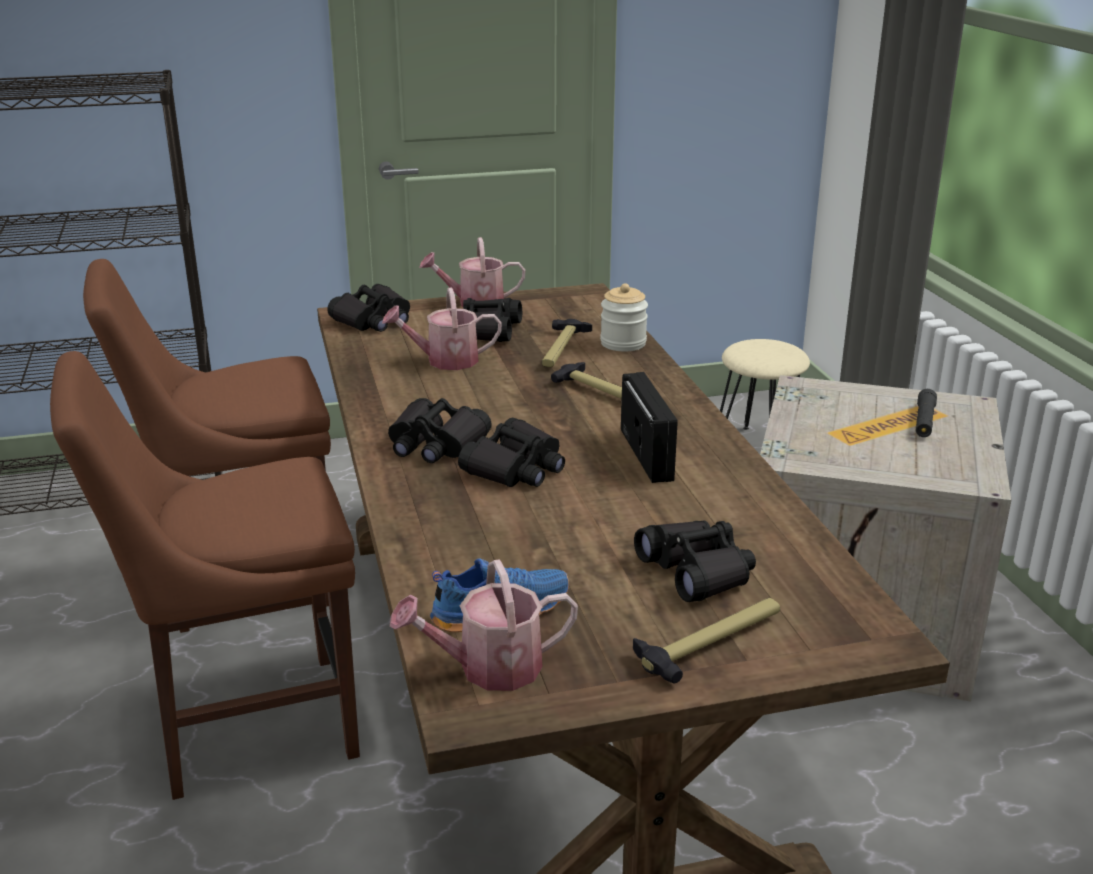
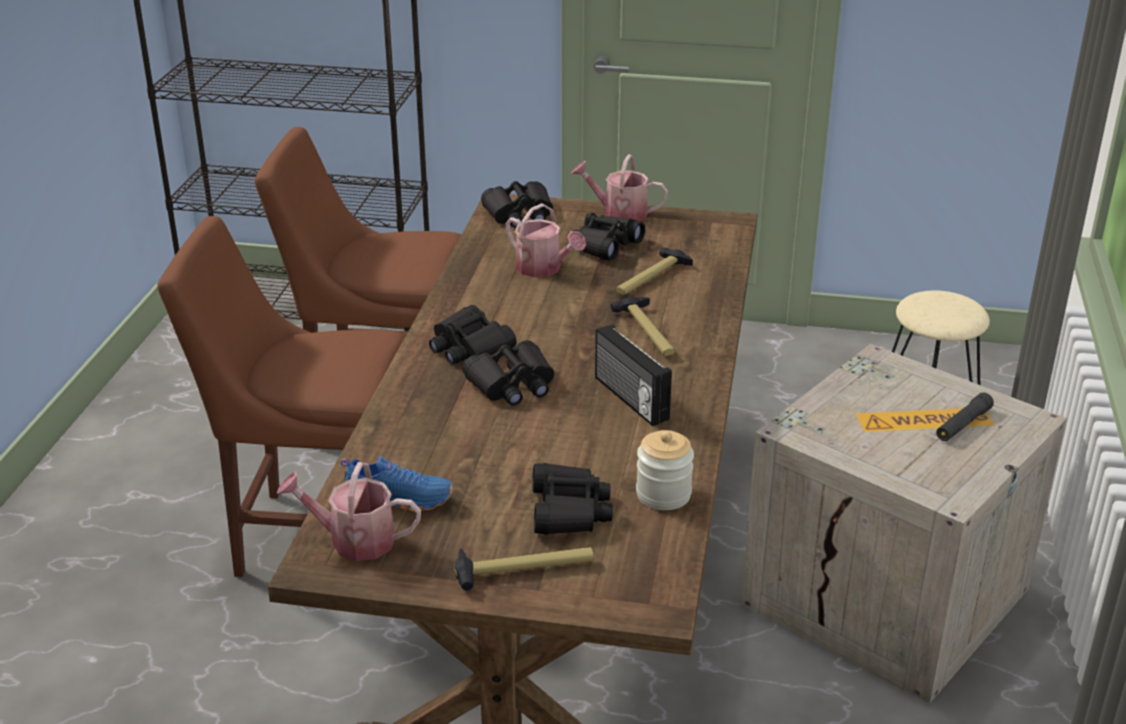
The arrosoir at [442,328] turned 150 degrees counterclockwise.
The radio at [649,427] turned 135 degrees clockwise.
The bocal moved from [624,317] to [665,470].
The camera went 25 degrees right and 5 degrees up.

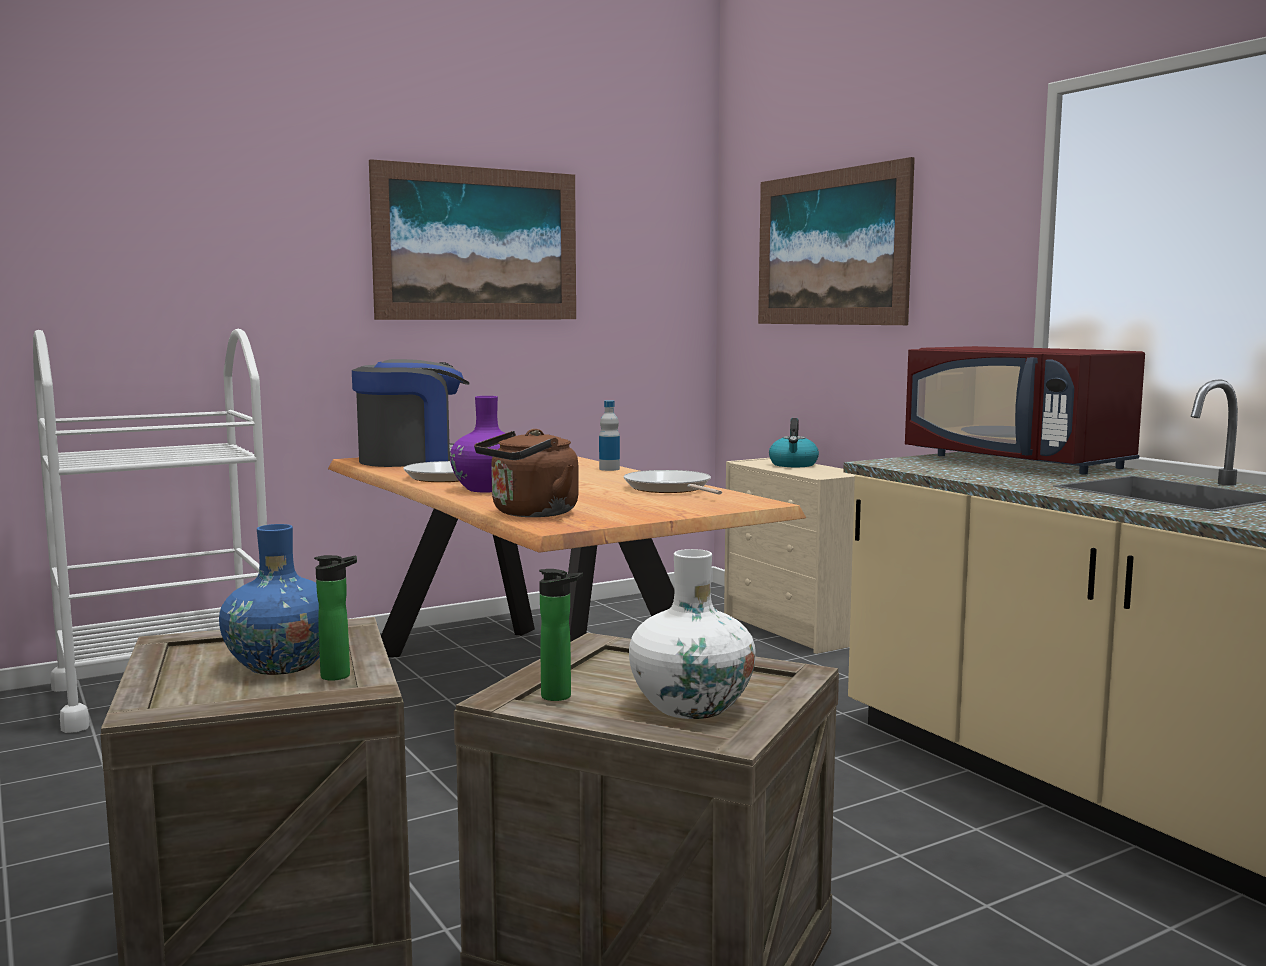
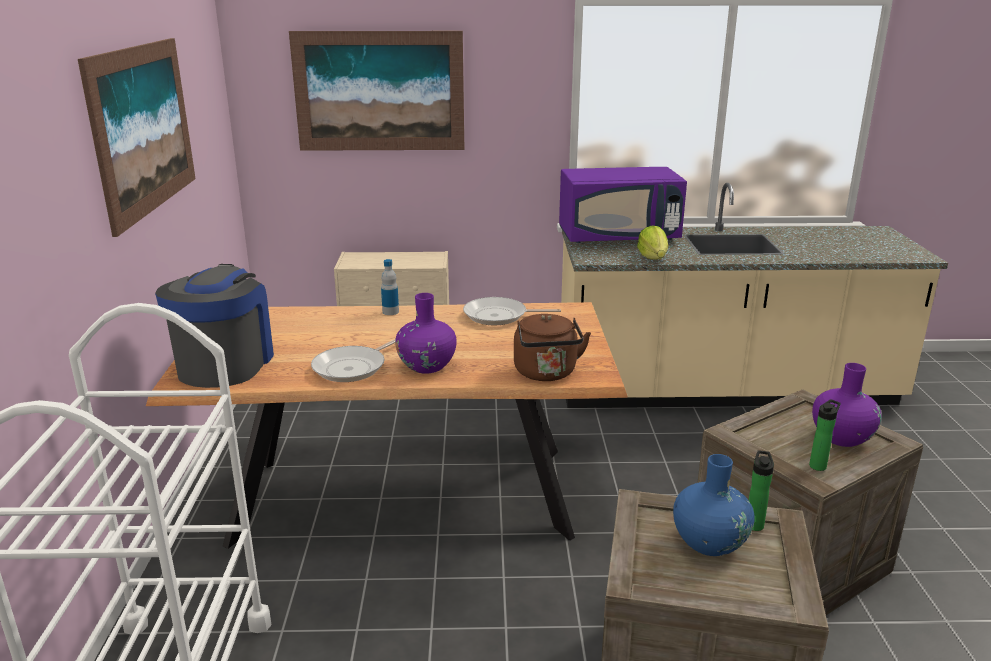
The micro-ondes (rouge) at [1025,410] became the micro-ondes (violet) at [623,205].
The laitue at [652,242] appeared.
The vase (blanc) at [692,634] became the vase (violet) at [847,405].
The bouilloire at [794,442] disappeared.
The camera went 60 degrees left and 15 degrees up.

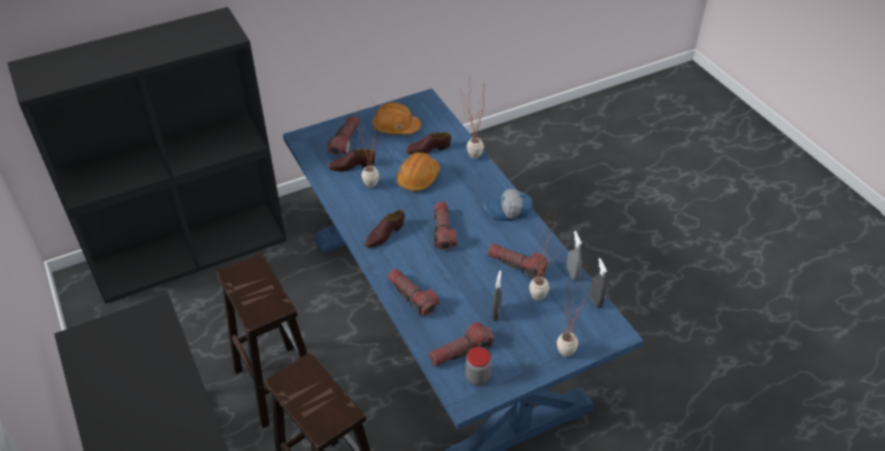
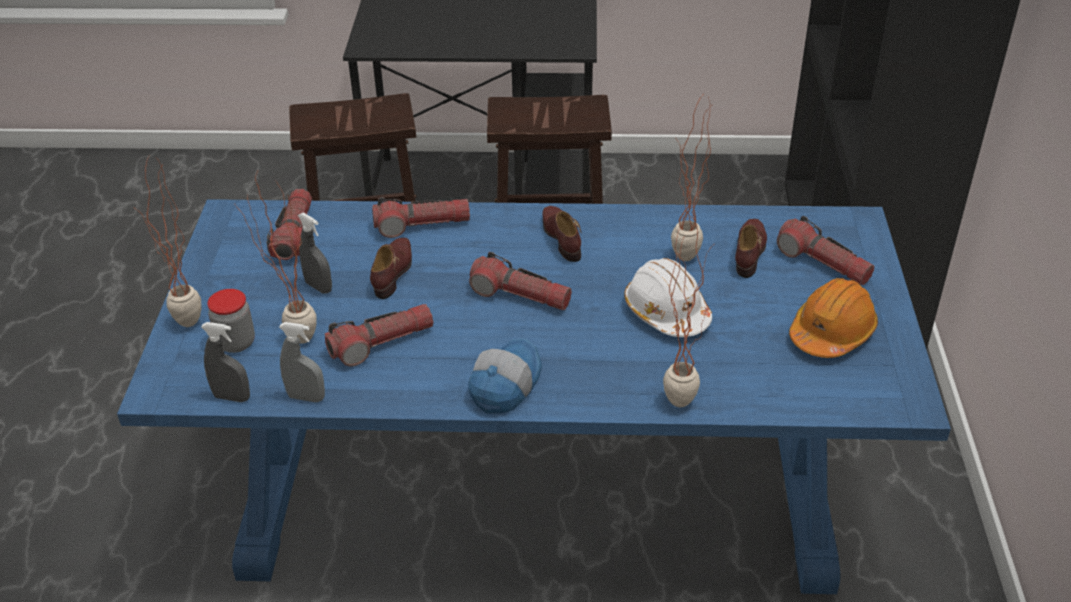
The bocal moved from [478,366] to [231,321].
The chaussure (marron) moved from [428,143] to [391,268].
The casque de chantier (orange) at [418,172] became the casque de chantier (blanc) at [668,297].
The camera went 120 degrees right and 5 degrees down.

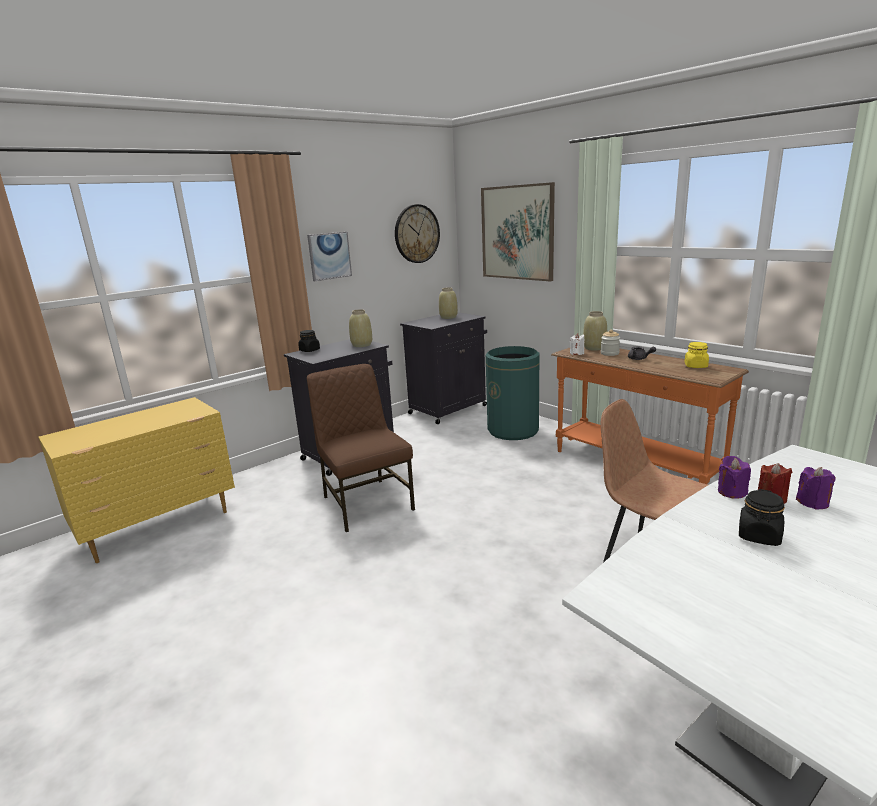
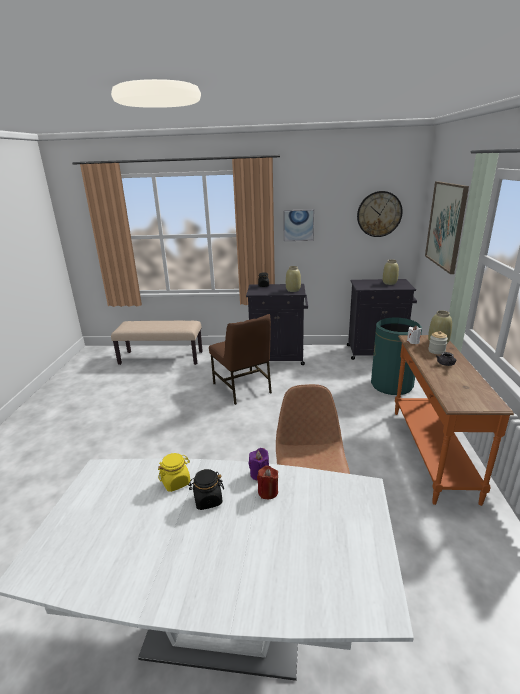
The commode (jaune) at [136,480] was replaced by the banc (beige) at [157,343].
The bocal (jaune) moved from [696,355] to [174,472].
The chaise (marron) at [361,448] turned 135 degrees clockwise.
The bougie (violet) at [816,488] disappeared.
The camera went 45 degrees right and 5 degrees up.

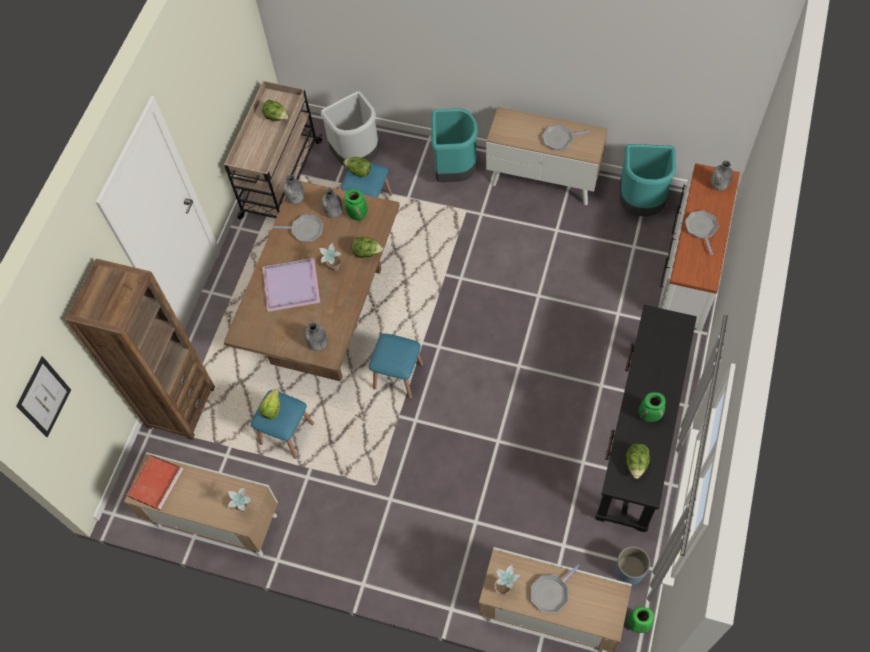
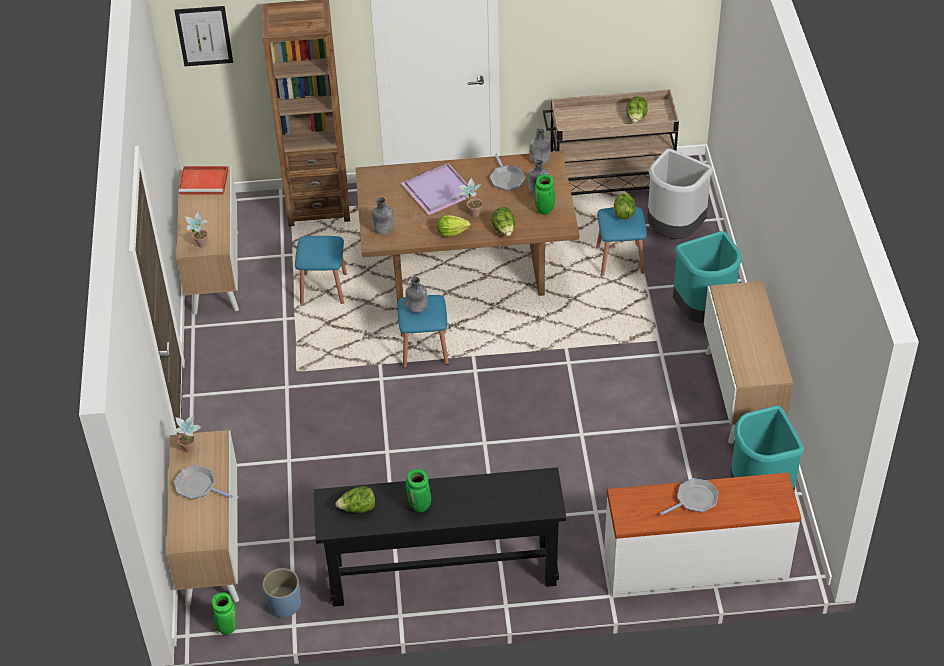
The bouteille (gris) moved from [722,176] to [416,295].
The laitue moved from [269,404] to [454,226].
The poêle at [566,137] disappeared.
The camera went 65 degrees right and 15 degrees down.

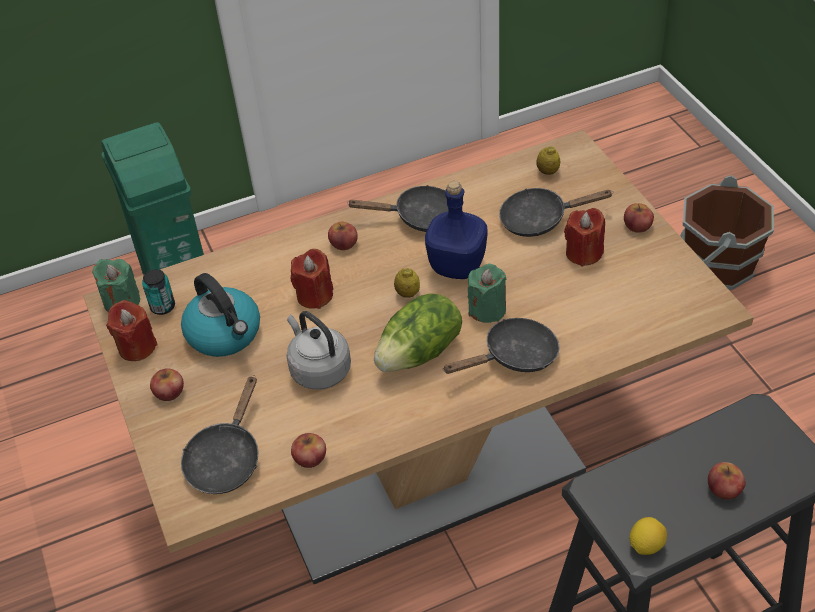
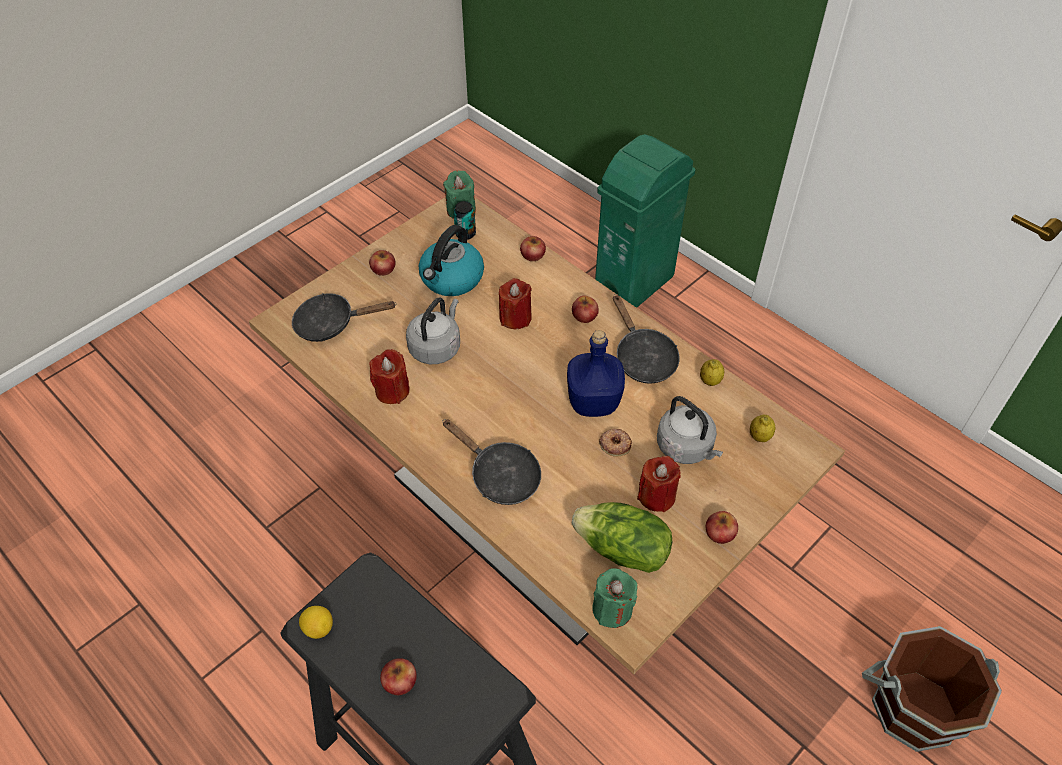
The bougie (rouge) moved from [132,330] to [389,376].
The pomme moved from [308,450] to [533,248].
The laitue moved from [418,332] to [622,537].
The bougie (vert) moved from [487,293] to [615,598].
The beignet at [615,443] appeared.
The poêle (noir) at [556,212] was replaced by the bouilloire (gris) at [690,430].
The citron moved from [407,283] to [712,372].
The camera went 65 degrees right and 5 degrees up.

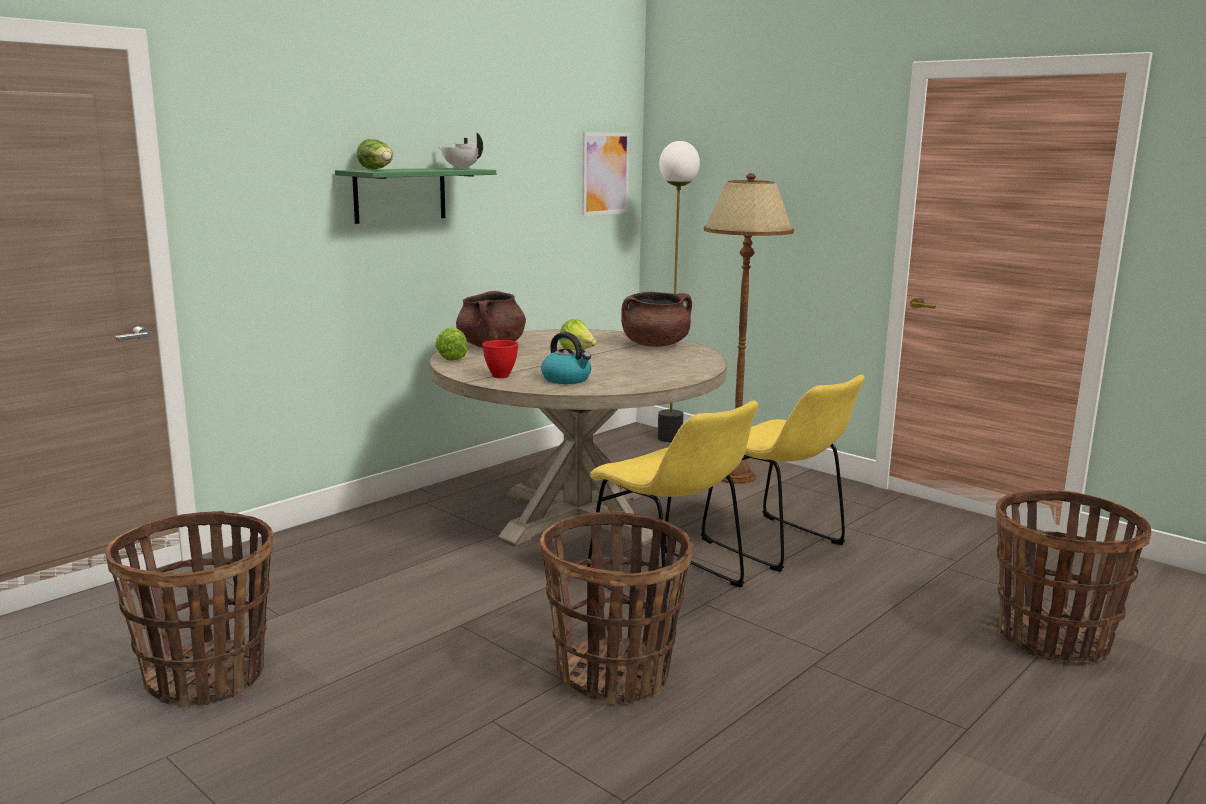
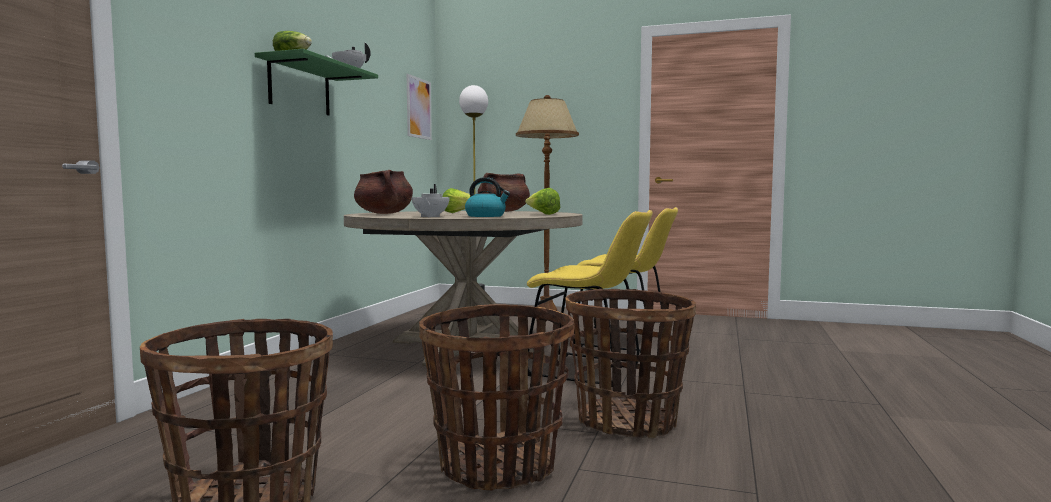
The bol (rouge) at [500,359] was replaced by the théière (blanc) at [431,200].
The panier moved from [1073,576] to [497,397].
The laitue moved from [451,344] to [542,201].
The camera went 25 degrees left and 10 degrees down.

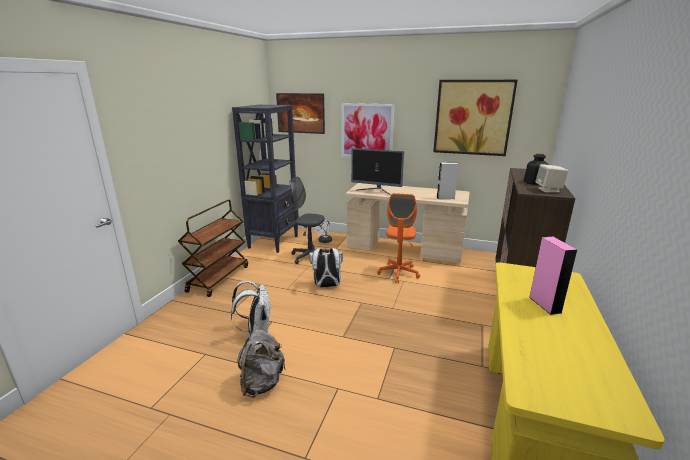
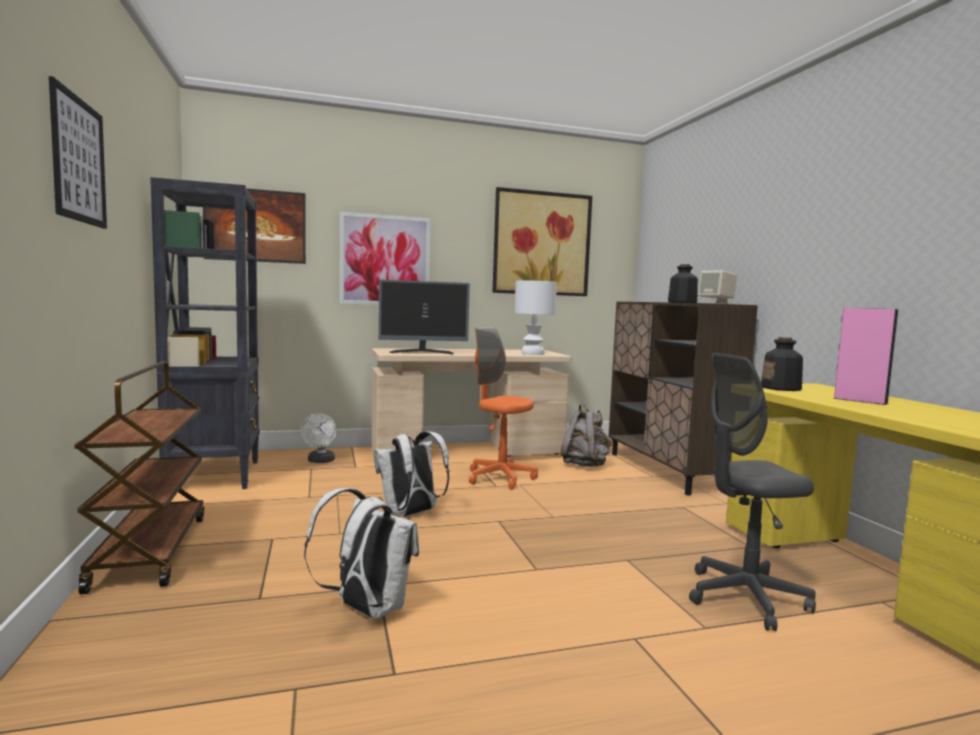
The tableau at [78,152] appeared.
The chaise de bureau (orange) at [398,238] turned 150 degrees clockwise.
The enceinte (gris) at [448,181] was replaced by the lampe de table (blanc) at [535,317].
The sac à dos (gris) moved from [261,363] to [586,435].
The chaise de bureau (gris) moved from [309,220] to [752,492].
The bouteille at [782,364] appeared.
The camera went 35 degrees left and 15 degrees down.

